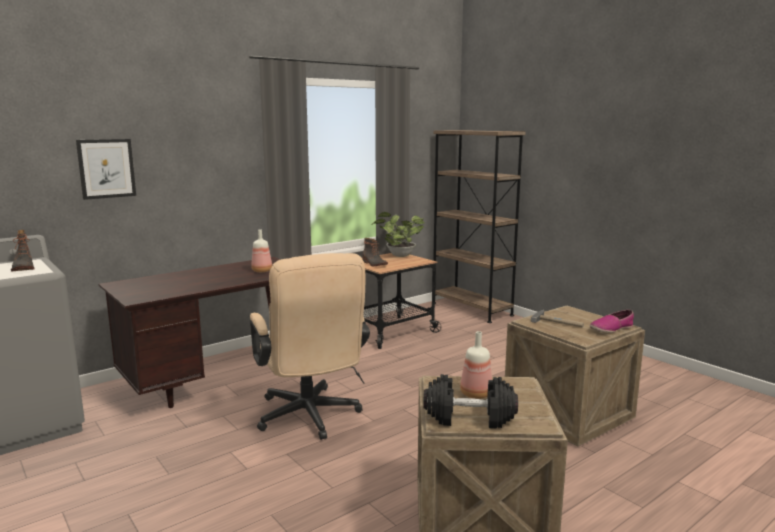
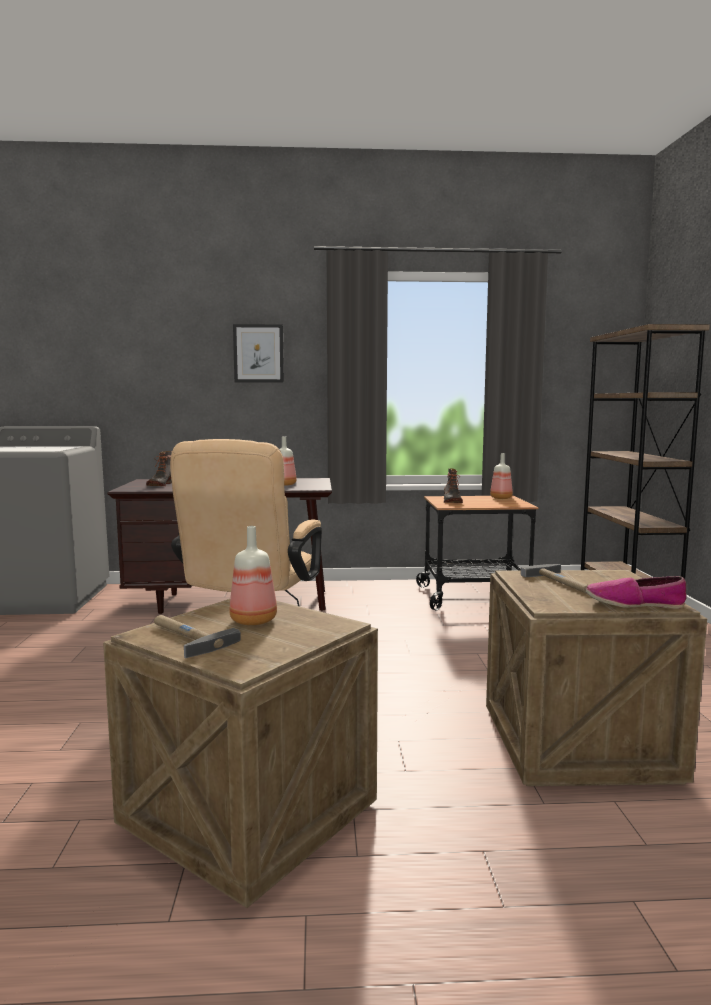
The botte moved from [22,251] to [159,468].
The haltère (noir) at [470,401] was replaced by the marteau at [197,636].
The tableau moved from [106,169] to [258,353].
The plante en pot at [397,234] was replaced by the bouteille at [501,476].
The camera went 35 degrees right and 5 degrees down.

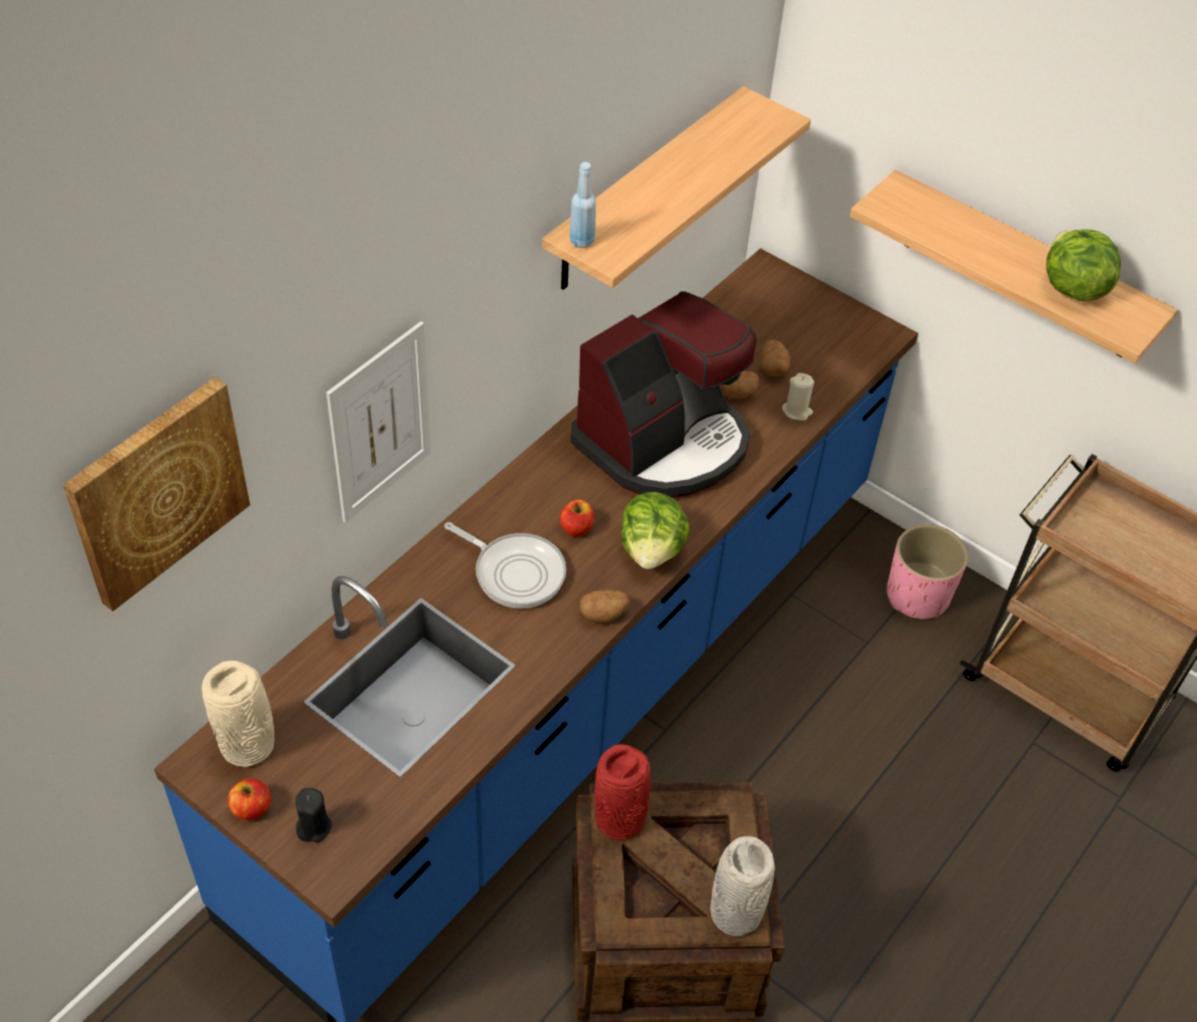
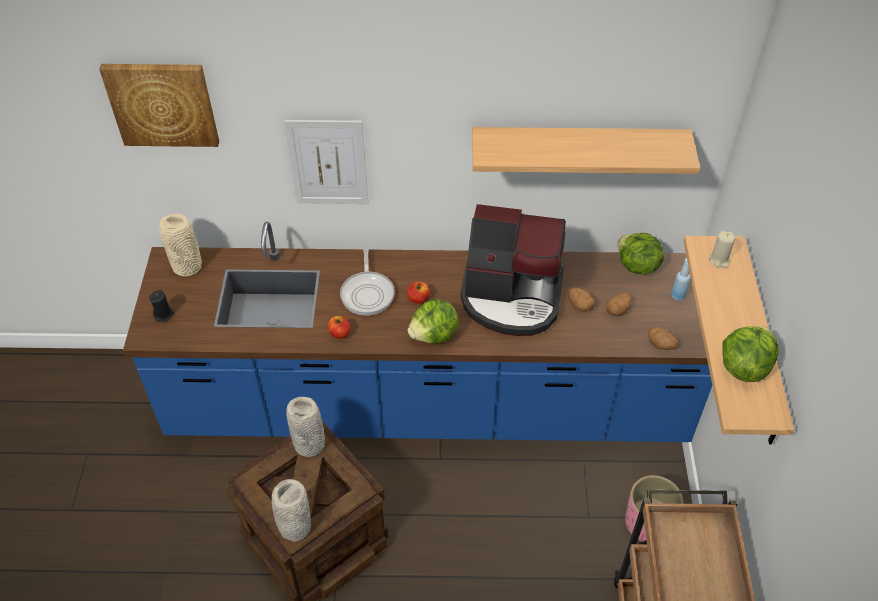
The vase (rouge) at [623,792] became the vase (gris) at [305,427].
The pomme moved from [249,799] to [339,327].
The laitue at [641,254] appeared.
The pomme de terre moved from [605,606] to [663,338].
The bouteille (bleu) moved from [583,205] to [681,279].
The bougie (beige) moved from [798,397] to [722,249].
The camera went 55 degrees right and 0 degrees up.

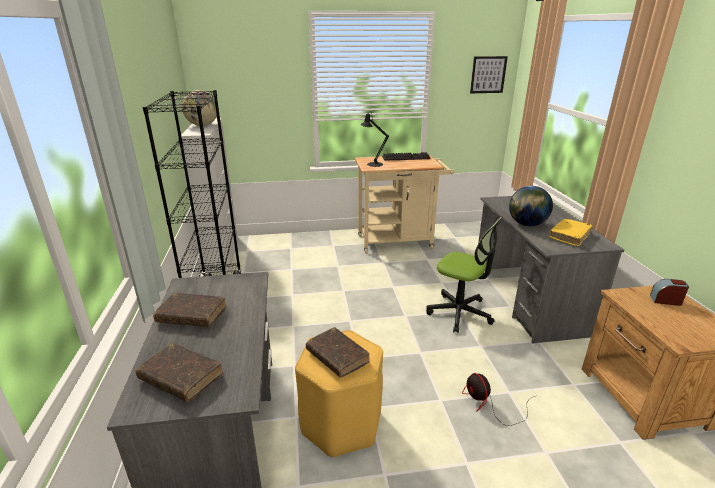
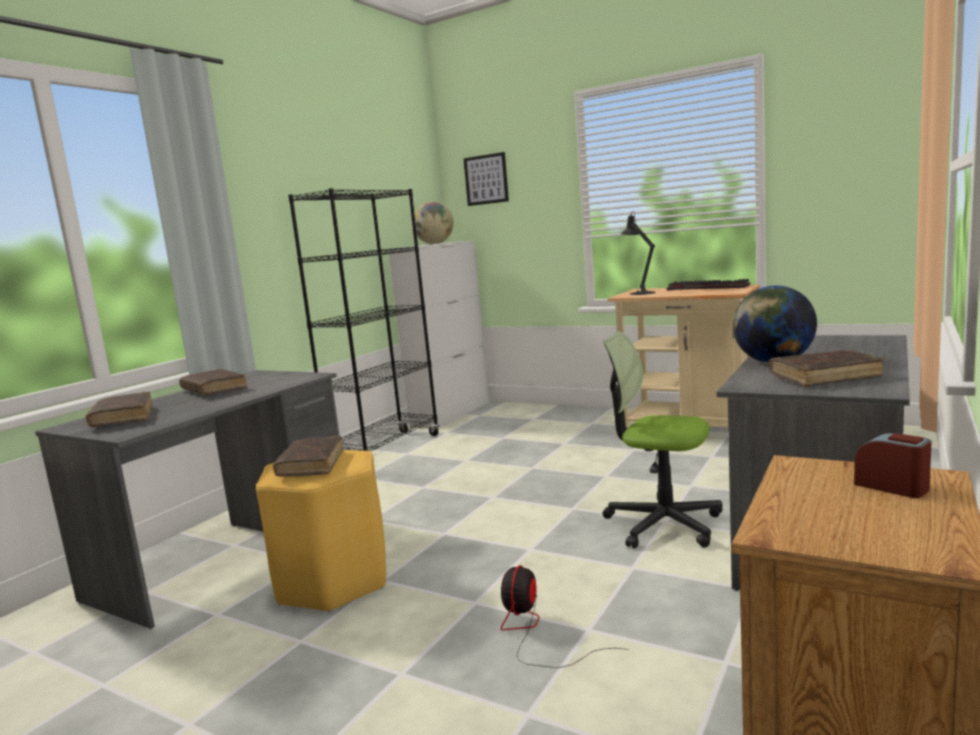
The tableau moved from [489,74] to [486,179].
The chaise de bureau at [464,275] turned 135 degrees clockwise.
The livre (jaune) at [570,232] became the livre (marron) at [826,368].
The camera went 40 degrees right and 15 degrees down.

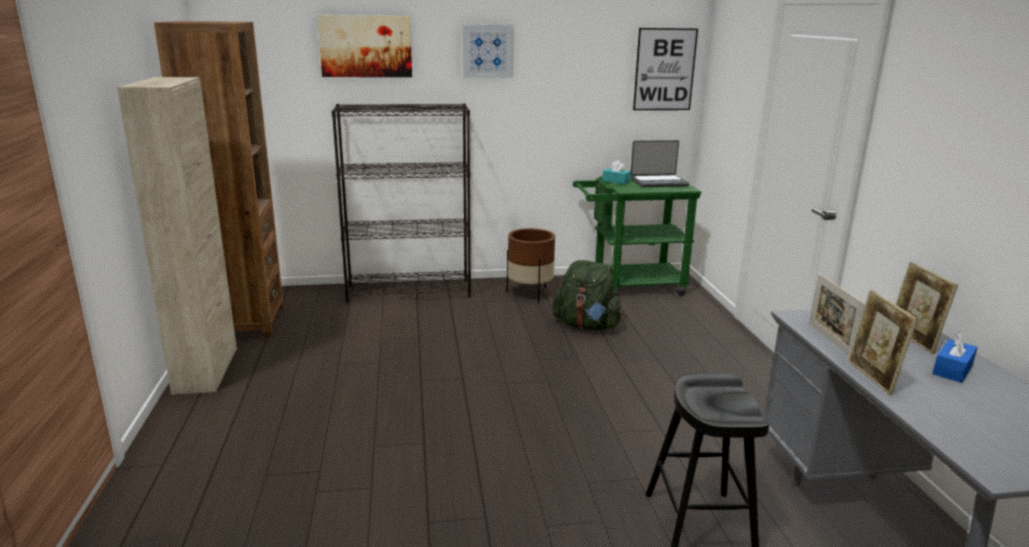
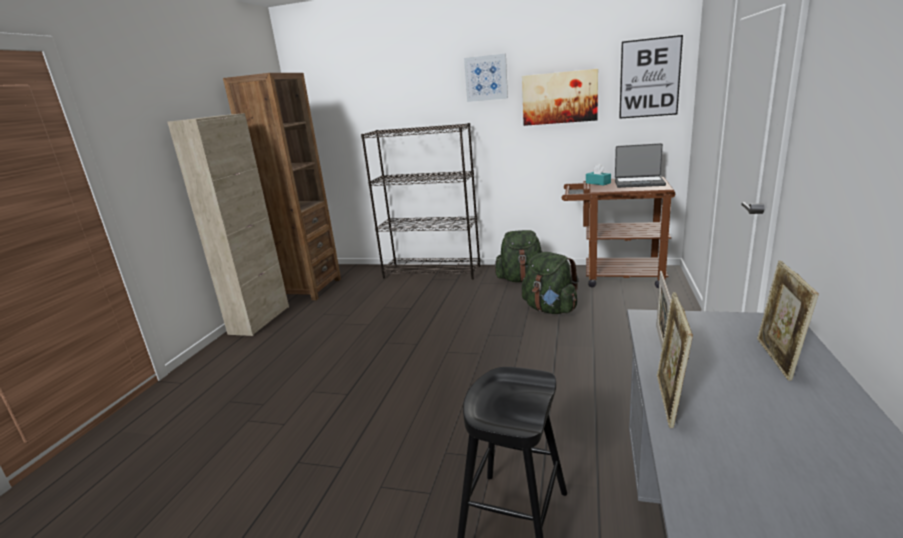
The cache-pot (marron) at [531,265] was replaced by the sac à dos (vert) at [518,256].
The tableau moved from [364,46] to [560,97].
The chariot (vert) at [637,236] became the chariot (marron) at [618,232].
The boîte à mouchoirs (bleu) at [955,357] disappeared.
The camera went 25 degrees right and 0 degrees up.

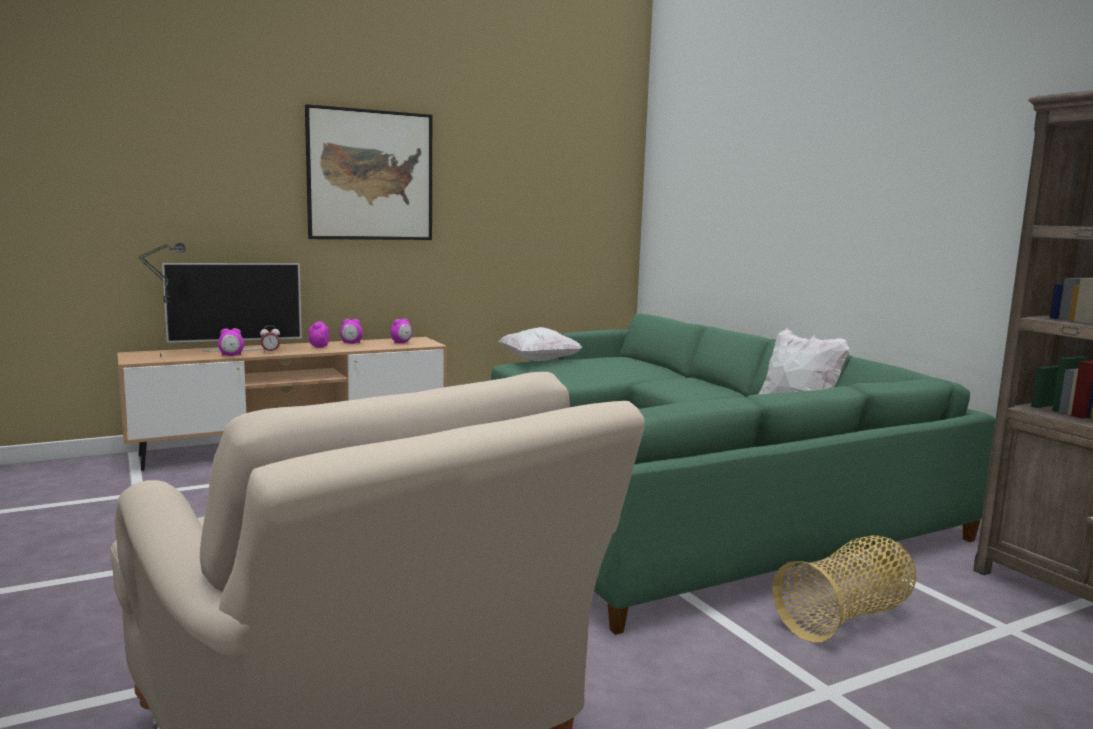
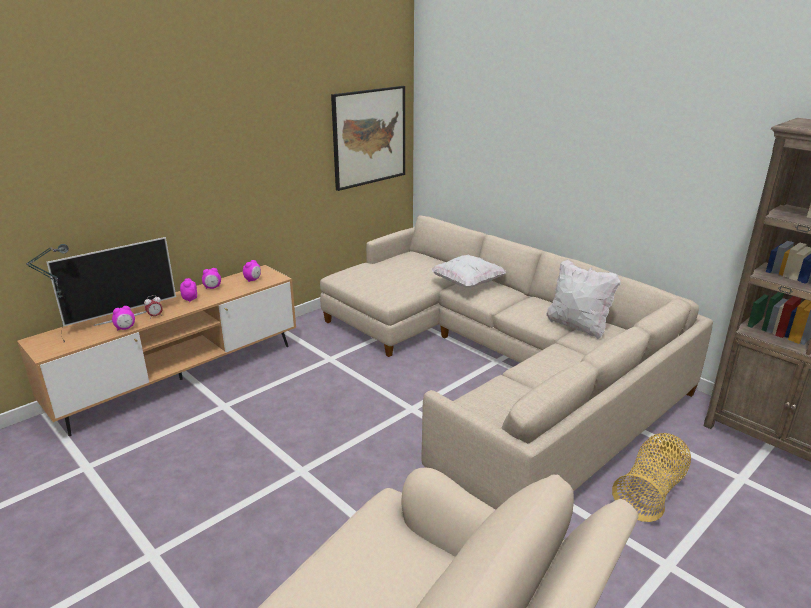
The canapé (vert) at [743,474] became the canapé (beige) at [516,362].
The tableau moved from [368,172] to [368,138].
The coussin (blanc) moved from [541,344] to [469,271].
The camera went 15 degrees left and 15 degrees up.

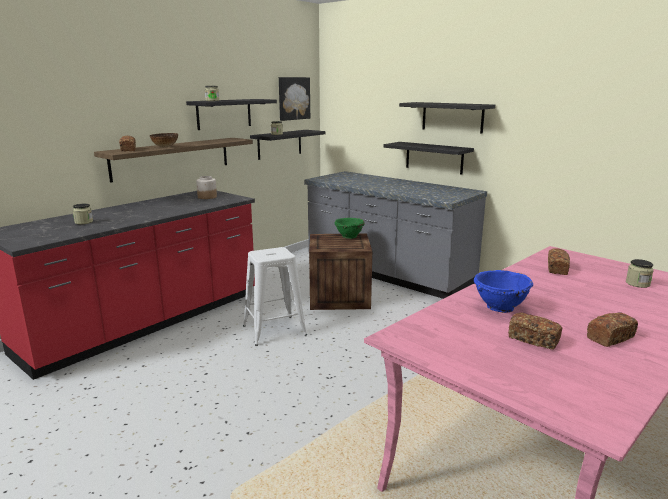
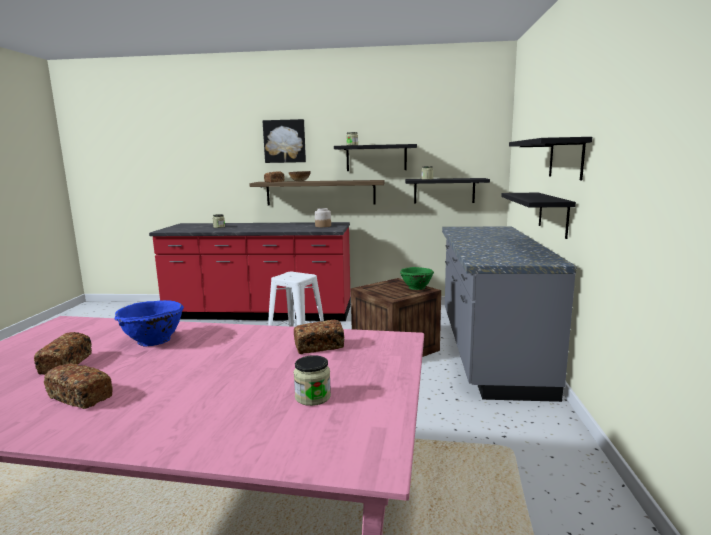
The tableau moved from [294,99] to [284,141].
The camera went 55 degrees right and 5 degrees down.

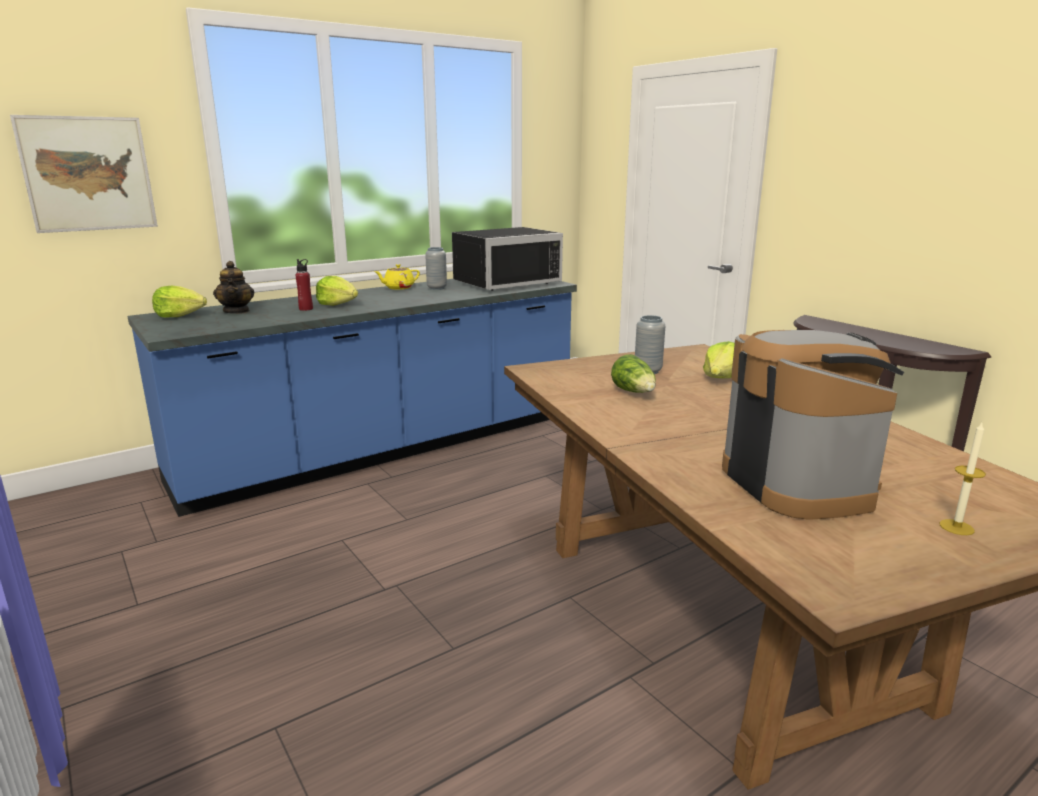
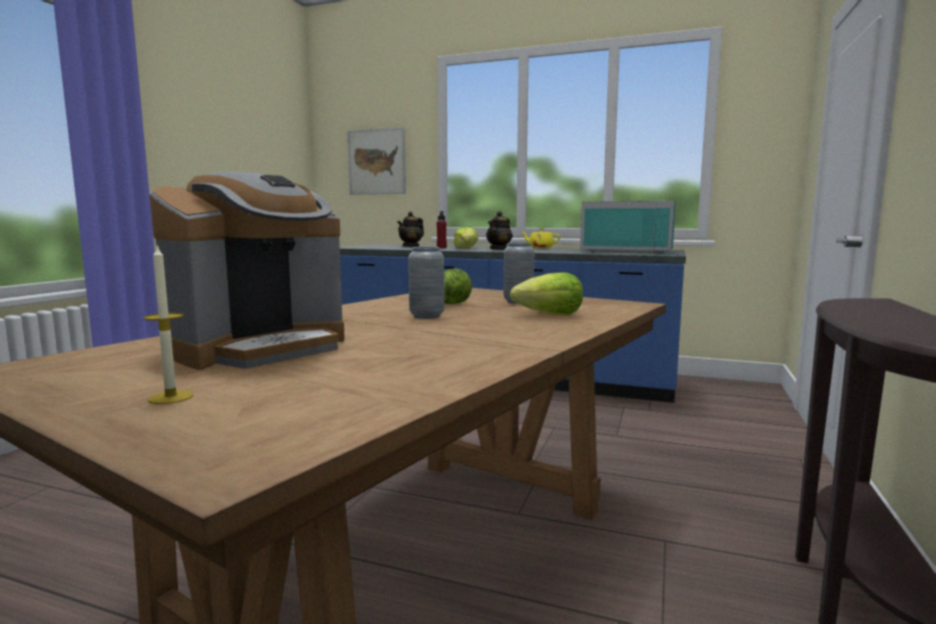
The vase (gris) moved from [436,268] to [426,283].
The théière at [499,230] appeared.
The micro-ondes (noir) at [507,259] became the micro-ondes (turquoise) at [628,227].
The laitue at [179,301] disappeared.
The camera went 55 degrees right and 10 degrees down.

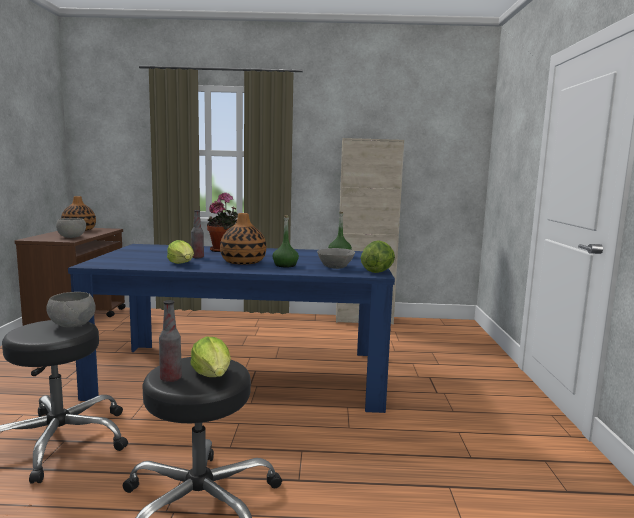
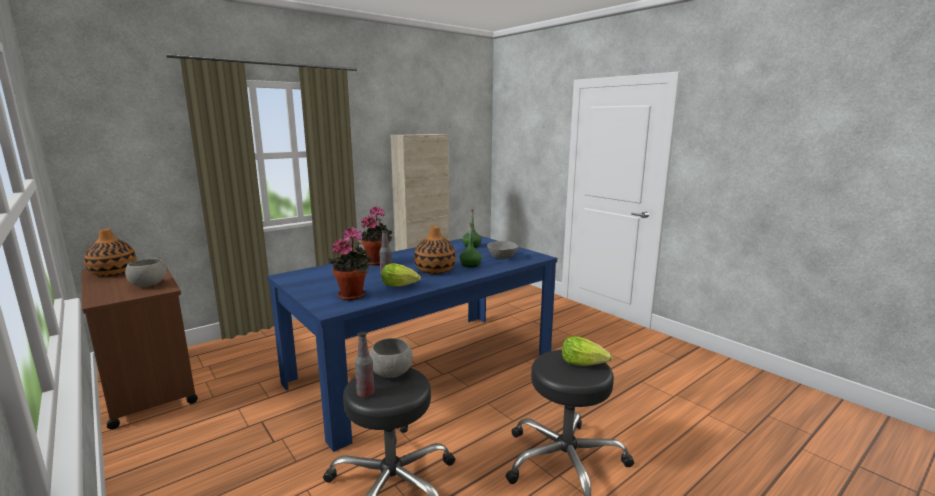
The plante en pot at [350,263] appeared.
The bouteille moved from [170,341] to [365,364].
The laitue at [378,256] disappeared.
The camera went 40 degrees left and 5 degrees up.

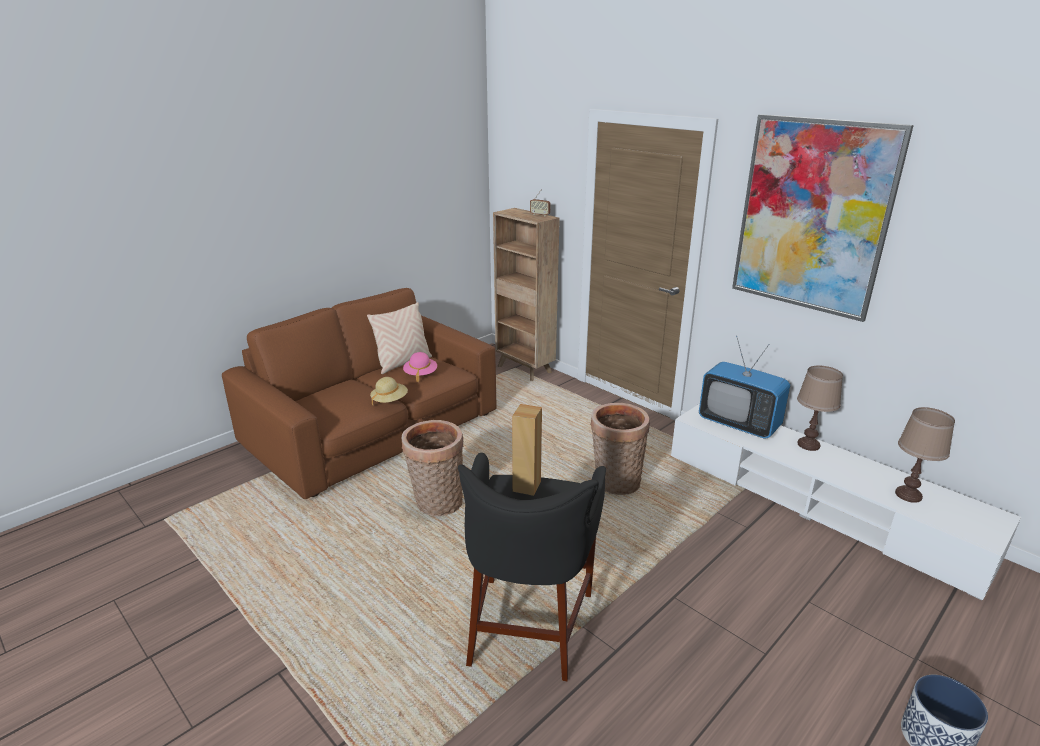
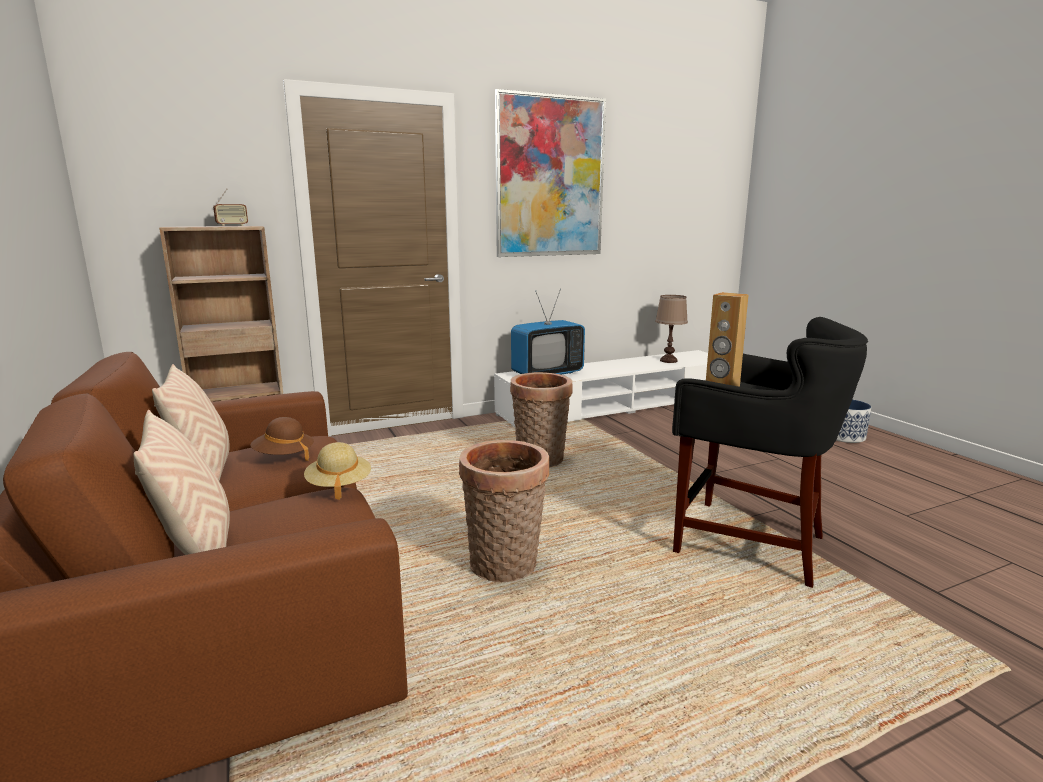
The coussin (beige) at [181,482] appeared.
The chapeau (rose) at [420,367] became the chapeau (marron) at [282,439].
The lampe de table (marron) at [820,408] disappeared.
The camera went 70 degrees left and 10 degrees down.

